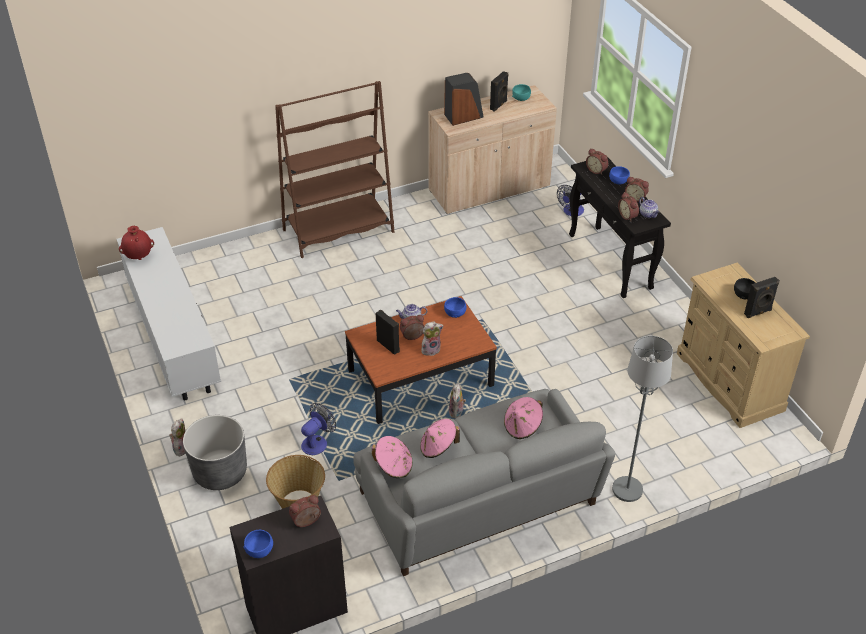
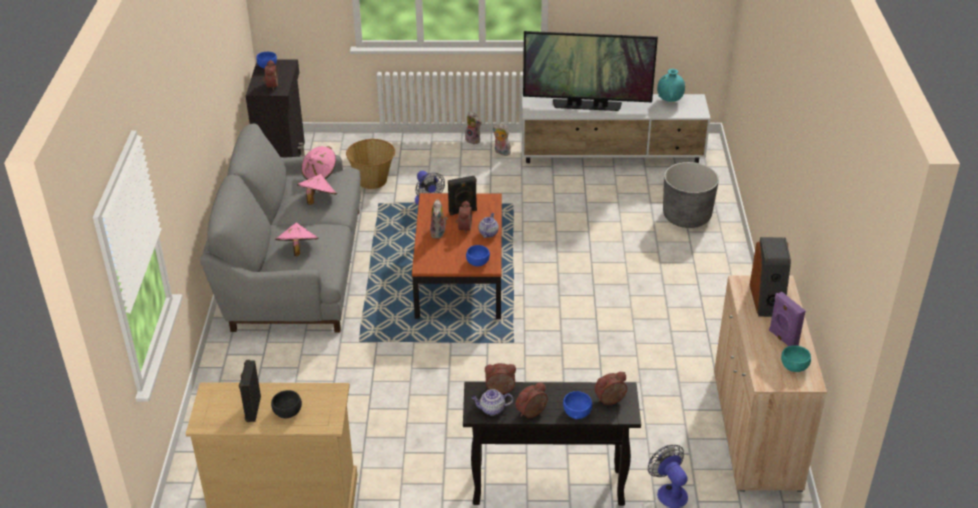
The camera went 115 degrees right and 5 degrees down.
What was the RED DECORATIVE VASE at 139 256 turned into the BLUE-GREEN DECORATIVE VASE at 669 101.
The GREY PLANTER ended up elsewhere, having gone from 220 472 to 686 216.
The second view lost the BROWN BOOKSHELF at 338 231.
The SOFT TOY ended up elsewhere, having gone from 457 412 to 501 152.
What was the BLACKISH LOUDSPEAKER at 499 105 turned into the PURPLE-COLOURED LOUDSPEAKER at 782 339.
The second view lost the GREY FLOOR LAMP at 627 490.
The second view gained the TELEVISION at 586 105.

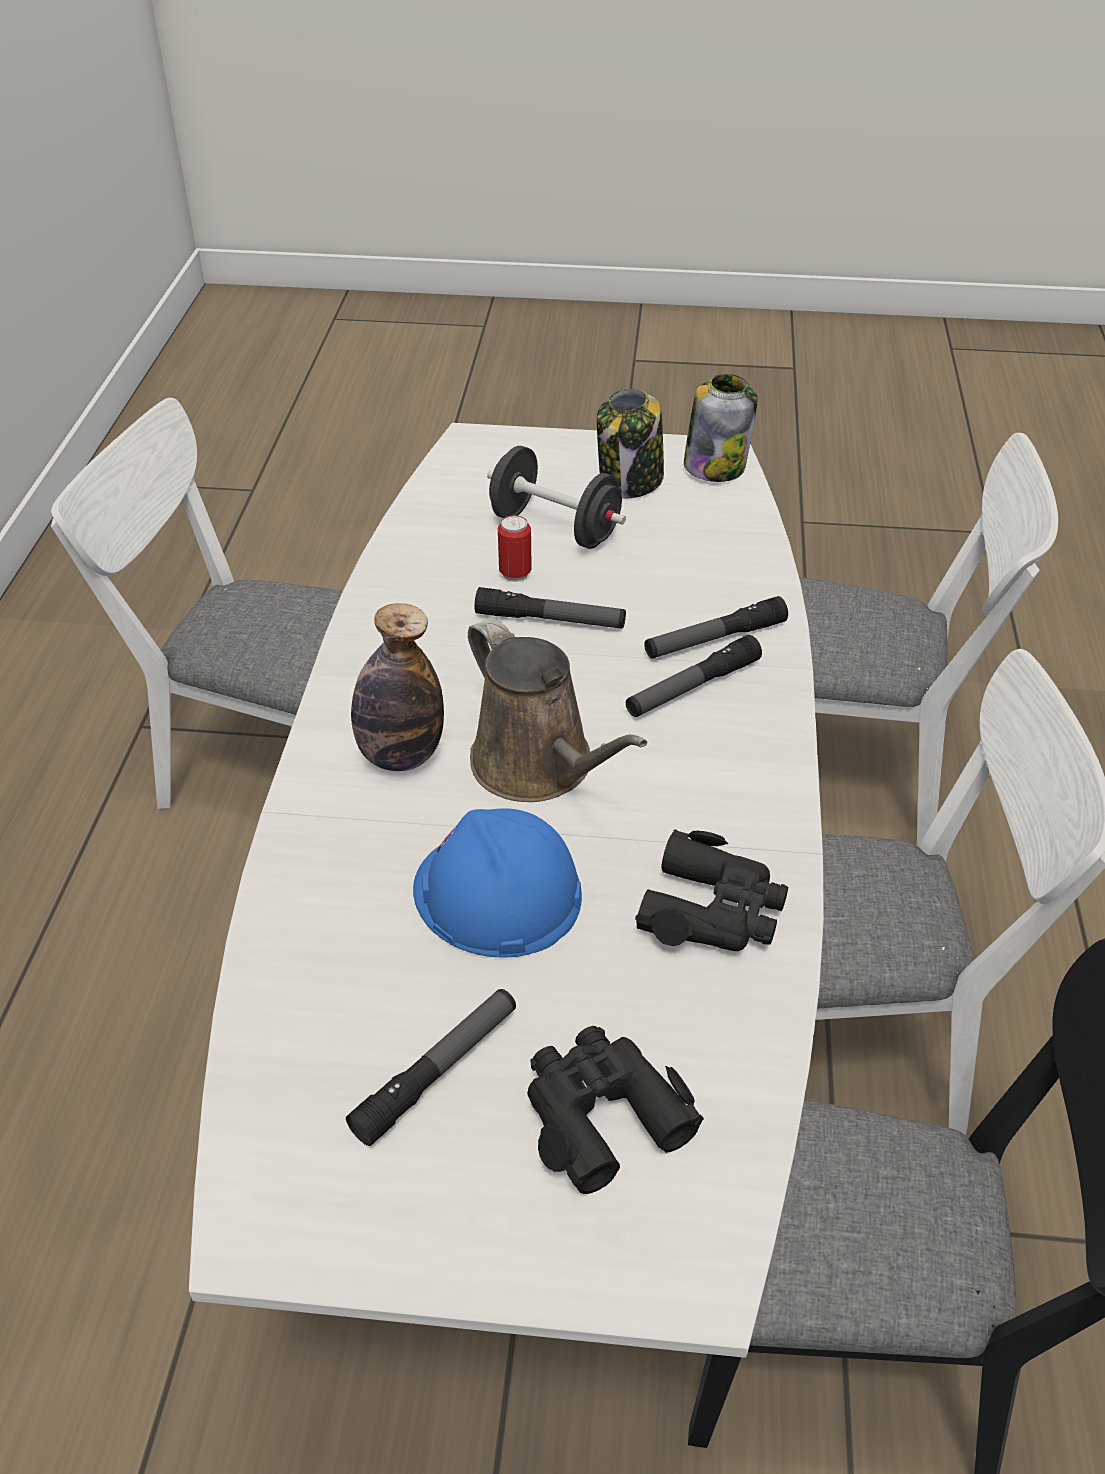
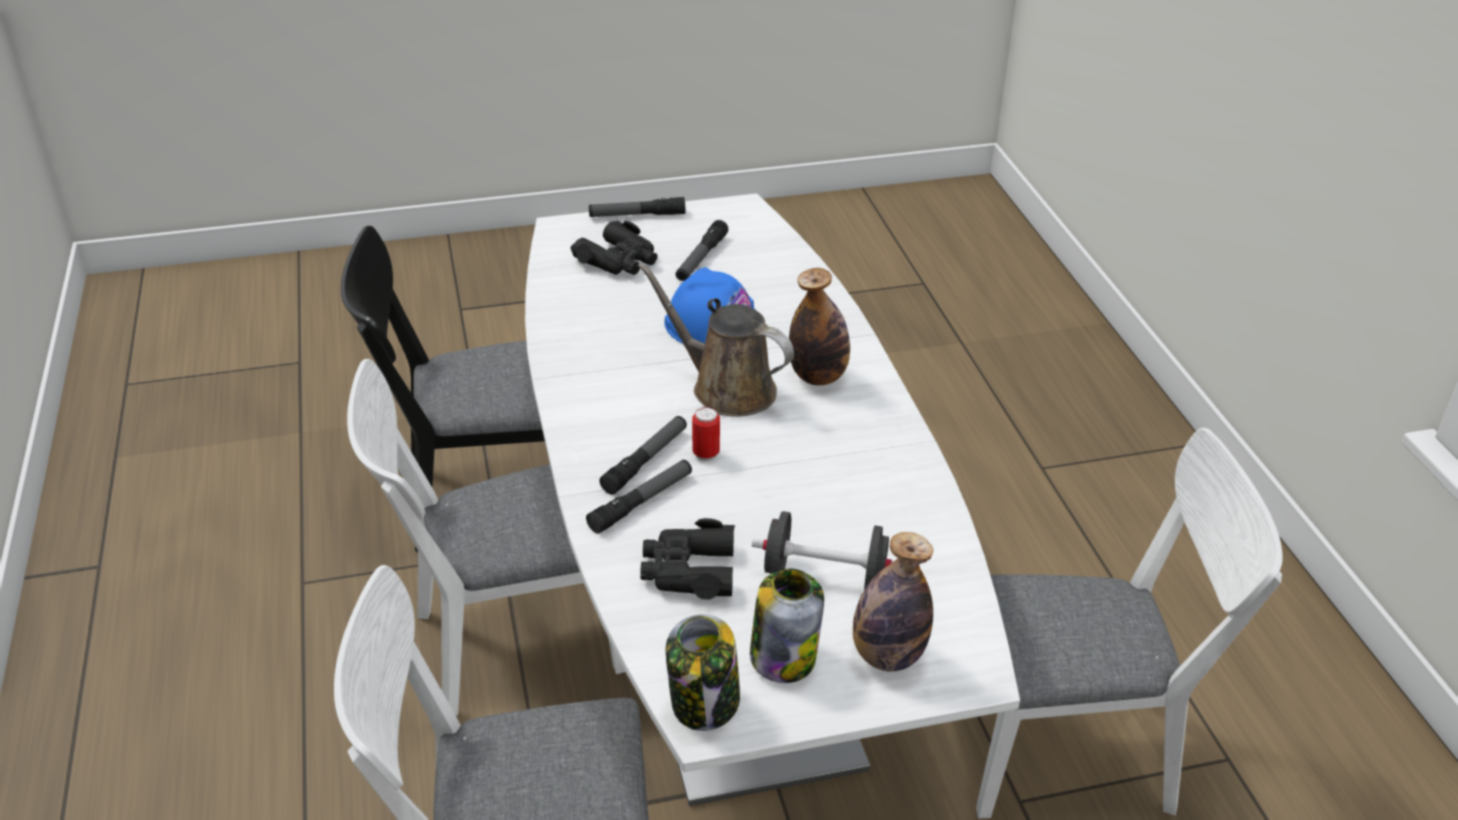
The camera went 160 degrees right and 5 degrees down.
The FLASHLIGHT ended up elsewhere, having gone from 550 620 to 637 215.
The CAN ended up elsewhere, having gone from 515 574 to 706 454.
The BLACKISH BINOCULARS ended up elsewhere, having gone from 713 910 to 689 571.
The second view gained the BOTTLE at 887 656.

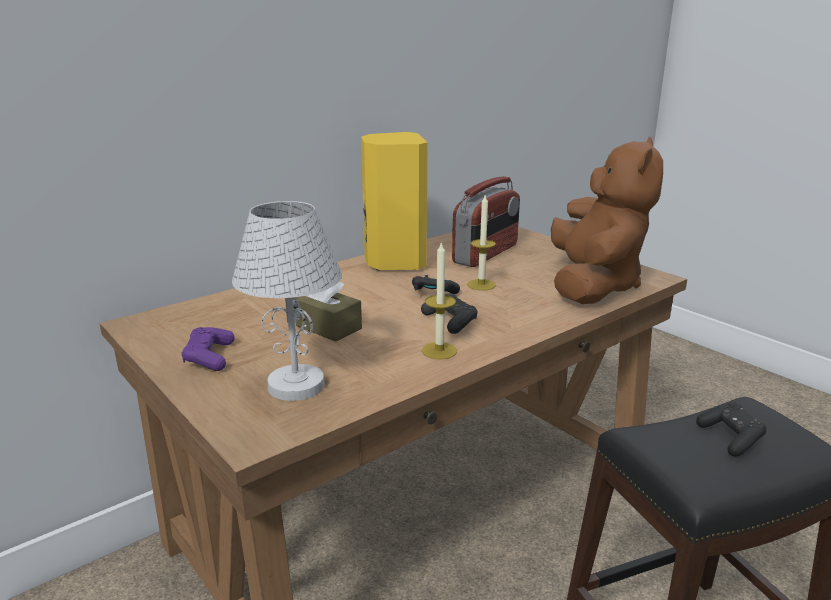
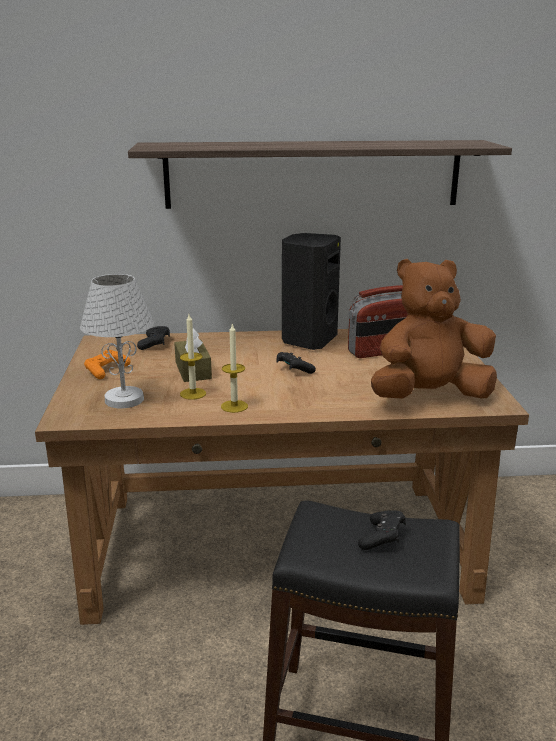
The camera went 35 degrees right and 0 degrees up.
What was the PURPLE-COLOURED GAMEPAD at 209 357 turned into the ORANGEY GAMEPAD at 106 370.
What was the YELLOW LOUDSPEAKER at 394 262 turned into the BLACKISH LOUDSPEAKER at 308 340.
The BLACKISH GAMEPAD ended up elsewhere, having gone from 450 321 to 154 343.
The WAX LIGHT ended up elsewhere, having gone from 481 285 to 193 393.
The BROWN SOFT TOY at 593 285 ended up facing another way, 150 degrees counterclockwise from before.
The second view gained the BRACKET SHELF at 313 174.

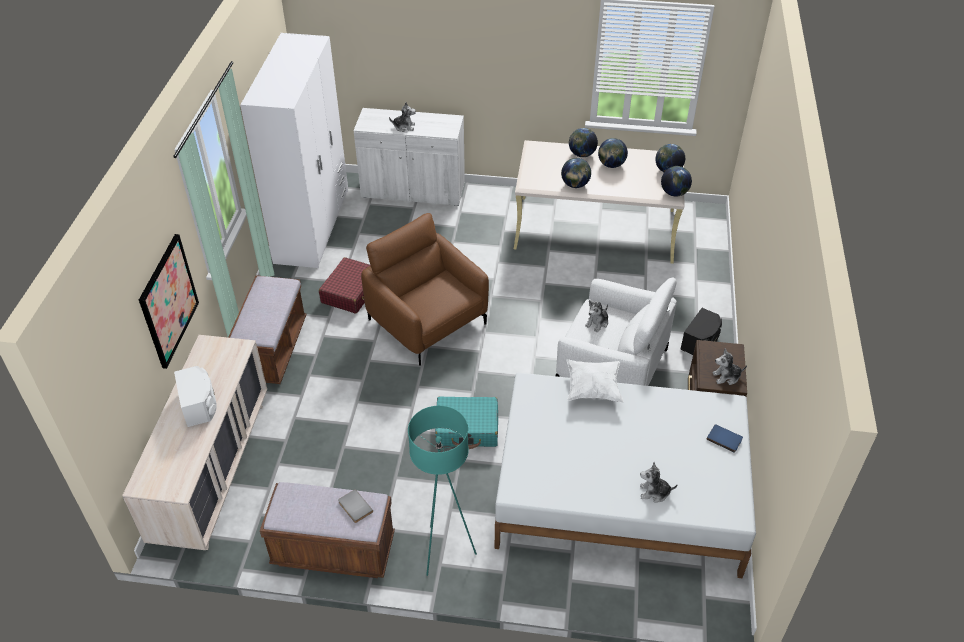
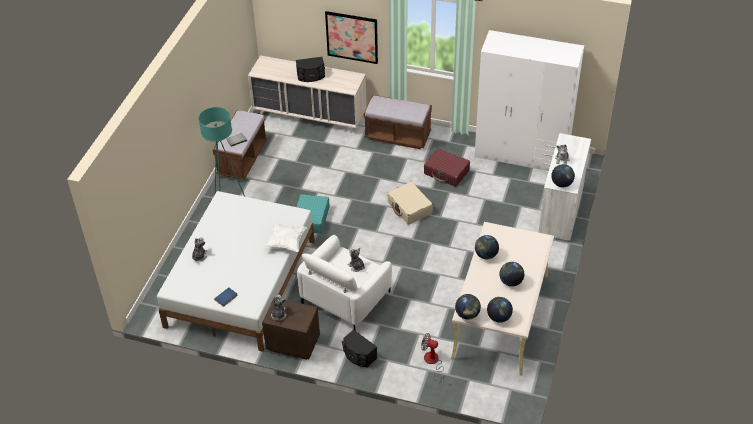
The camera went 100 degrees right and 0 degrees up.
What was the WHITISH LOUDSPEAKER at 199 404 turned into the BLACKISH LOUDSPEAKER at 311 76.
Where the BROWN ARMCHAIR stood at 428 322, the BEIGE TRAVEL CASE came to stand at 409 208.
The WORLD GLOBE ended up elsewhere, having gone from 582 154 to 561 184.
The second view gained the FAN at 433 362.

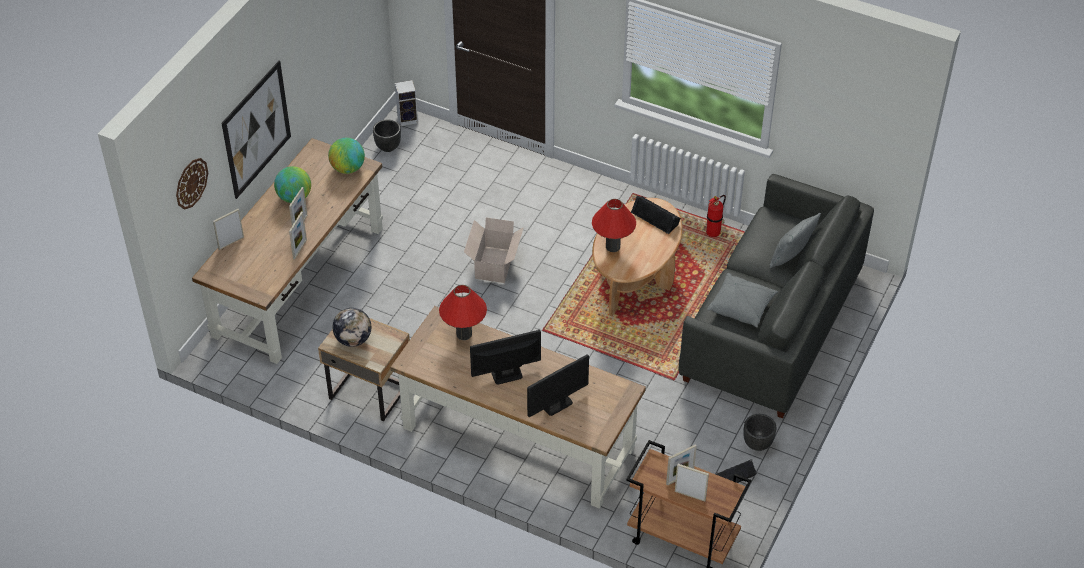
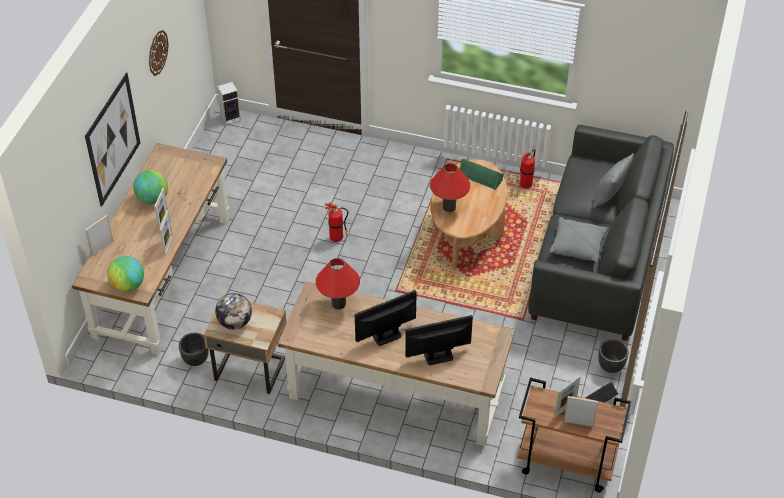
The camera went 10 degrees left and 0 degrees up.
The CLOCK ON THE WALL ended up elsewhere, having gone from 191 183 to 157 52.
The WORLD GLOBE ended up elsewhere, having gone from 348 168 to 128 286.
The BLACKISH PLANTER ended up elsewhere, having gone from 388 147 to 195 360.
Where the CARDBOARD BOX stood at 493 266, the FIRE EXTINGUISHER came to stand at 338 238.
The COMPUTER SCREEN at 556 403 ended up facing another way, 150 degrees counterclockwise from before.
What was the BLACKISH LOUDSPEAKER at 656 217 turned into the GREEN-COLOURED LOUDSPEAKER at 480 176.

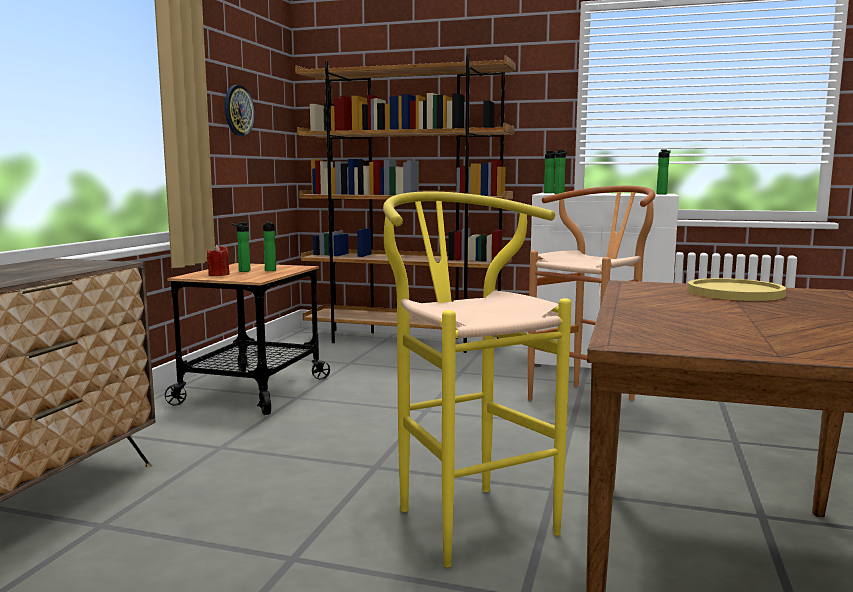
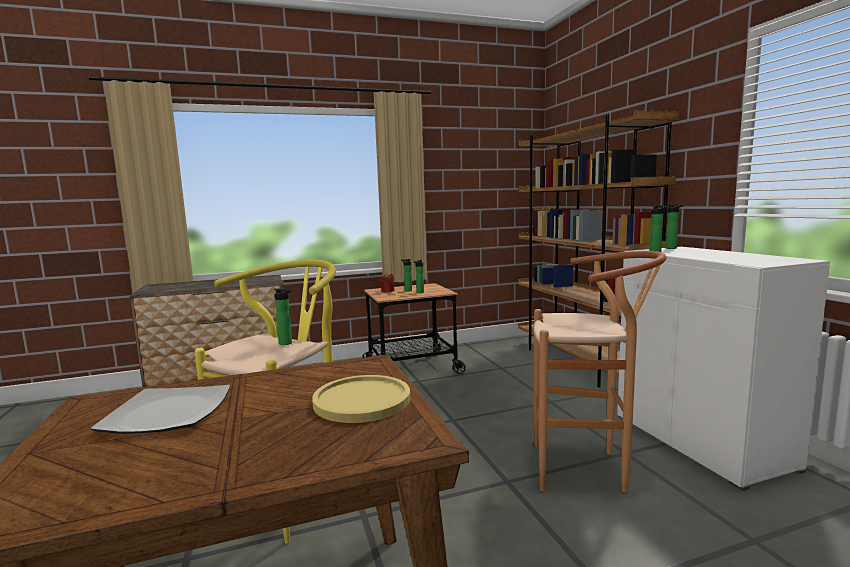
The camera went 55 degrees right and 0 degrees up.
The second view lost the CLOCK ON THE WALL at 238 110.
The BOTTLE ended up elsewhere, having gone from 662 194 to 287 343.
The second view gained the FLAT DISH at 166 413.

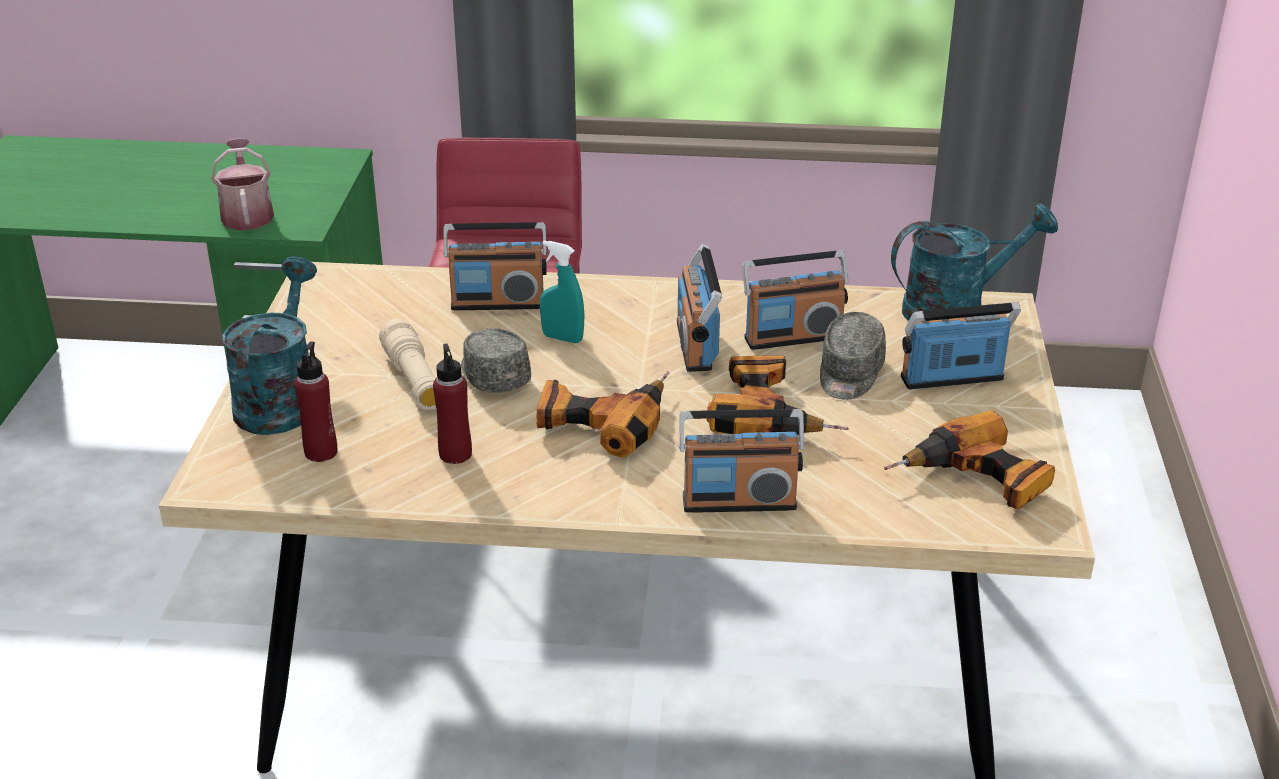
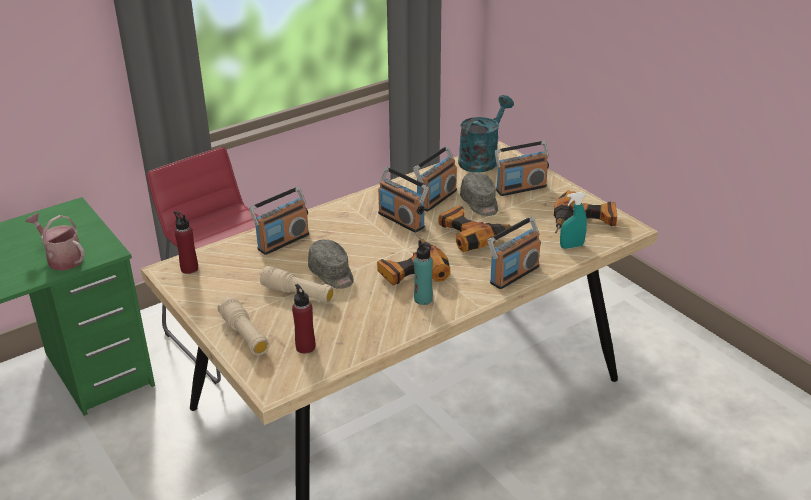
The camera went 40 degrees left and 0 degrees up.
Where the BLUE-GREEN WATERING POT stood at 280 399, the BEIGE FLASHLIGHT came to stand at 244 335.
The RED BOTTLE ended up elsewhere, having gone from 455 454 to 189 268.
The GREY BASEBALL CAP at 493 374 ended up facing another way, 150 degrees counterclockwise from before.
The BLUE-GREEN HAND SPRAYER ended up elsewhere, having gone from 562 338 to 571 246.
The RADIO at 952 379 ended up facing another way, 150 degrees counterclockwise from before.
The second view gained the BLUE-GREEN BOTTLE at 423 299.

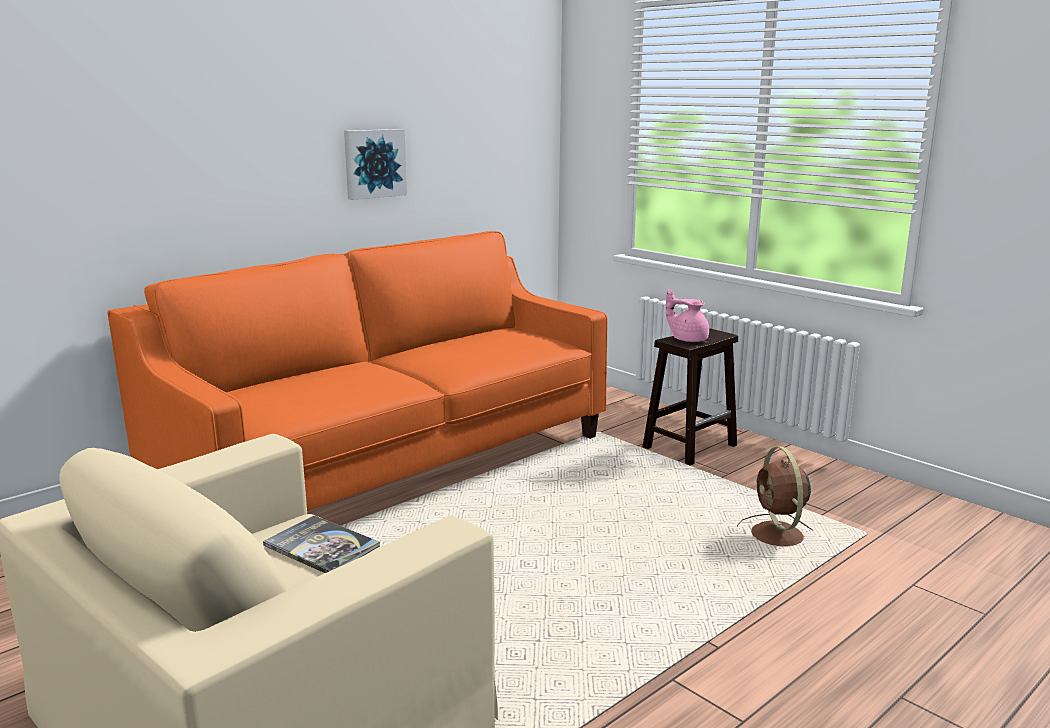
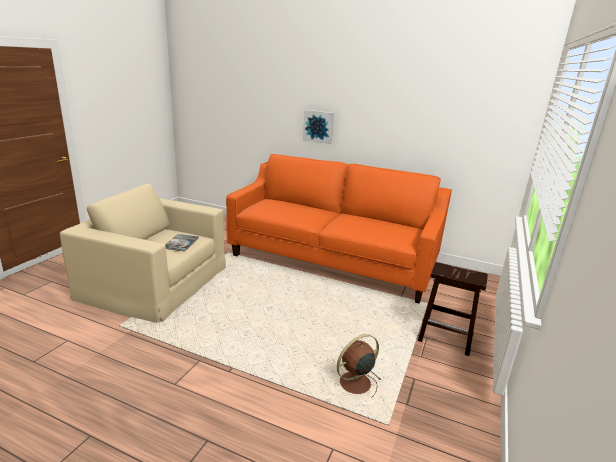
The camera went 65 degrees right and 5 degrees up.
The WALL ART ended up elsewhere, having gone from 374 163 to 318 126.
The second view lost the PINK TEA POT at 688 339.

